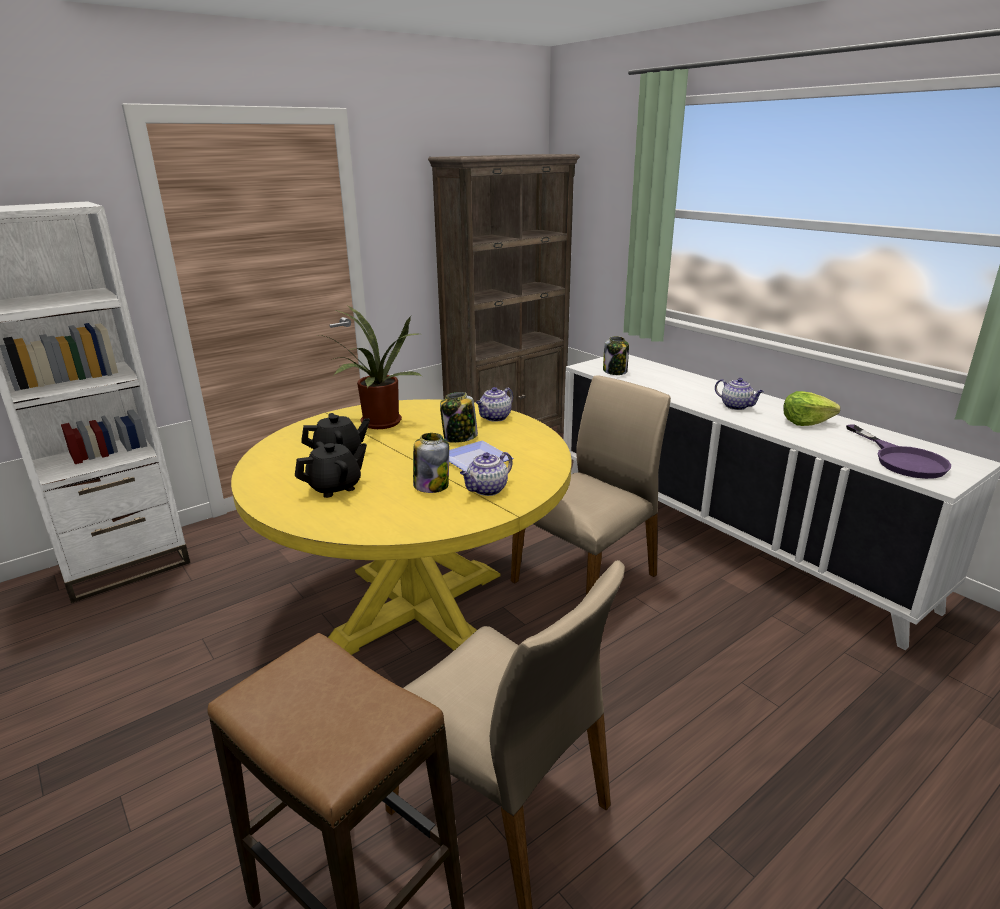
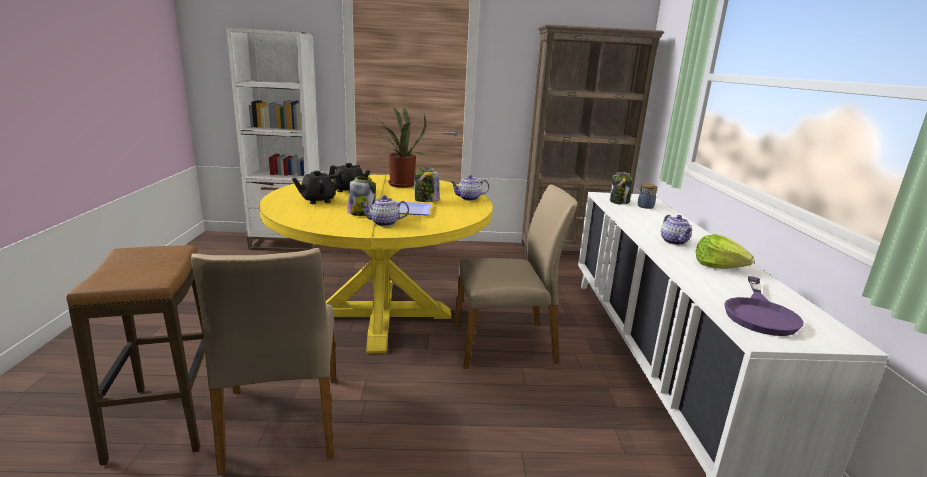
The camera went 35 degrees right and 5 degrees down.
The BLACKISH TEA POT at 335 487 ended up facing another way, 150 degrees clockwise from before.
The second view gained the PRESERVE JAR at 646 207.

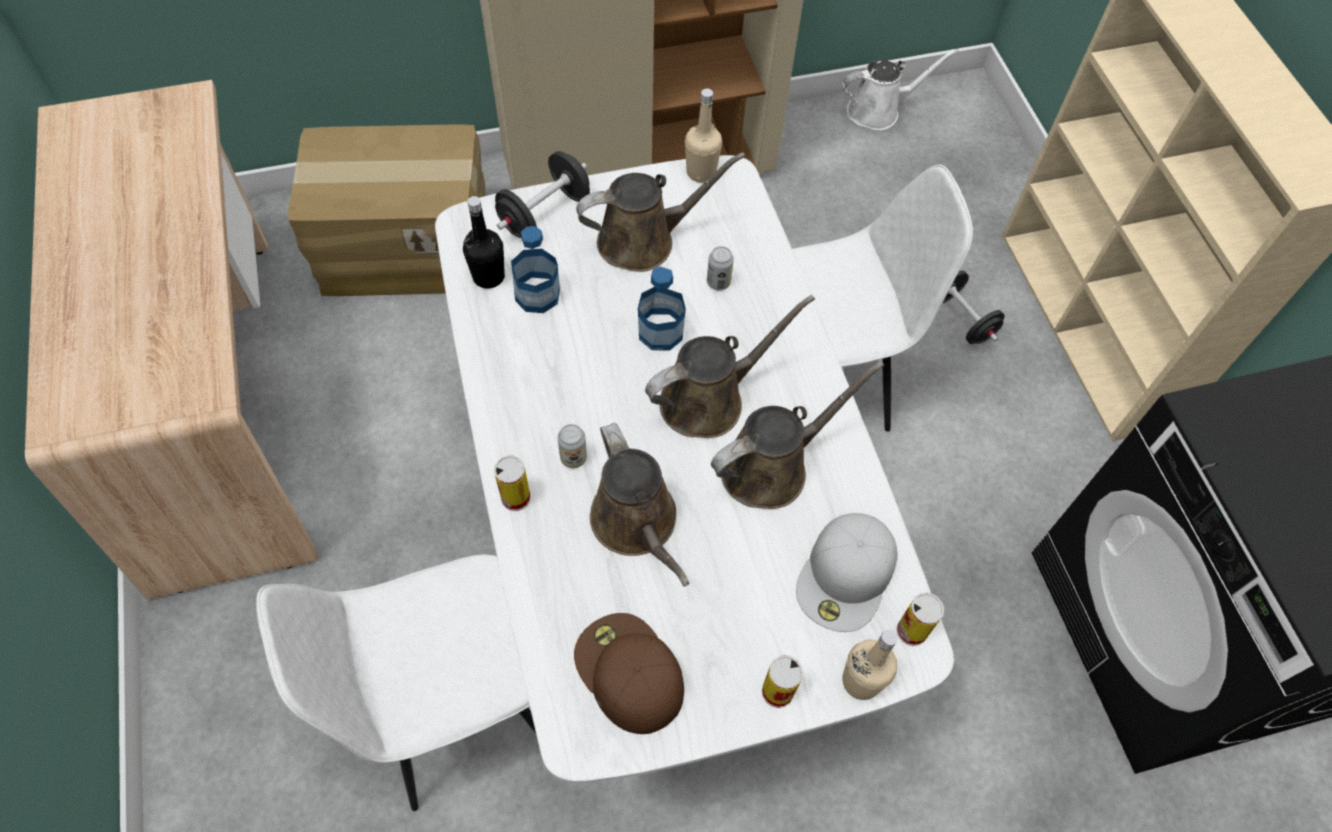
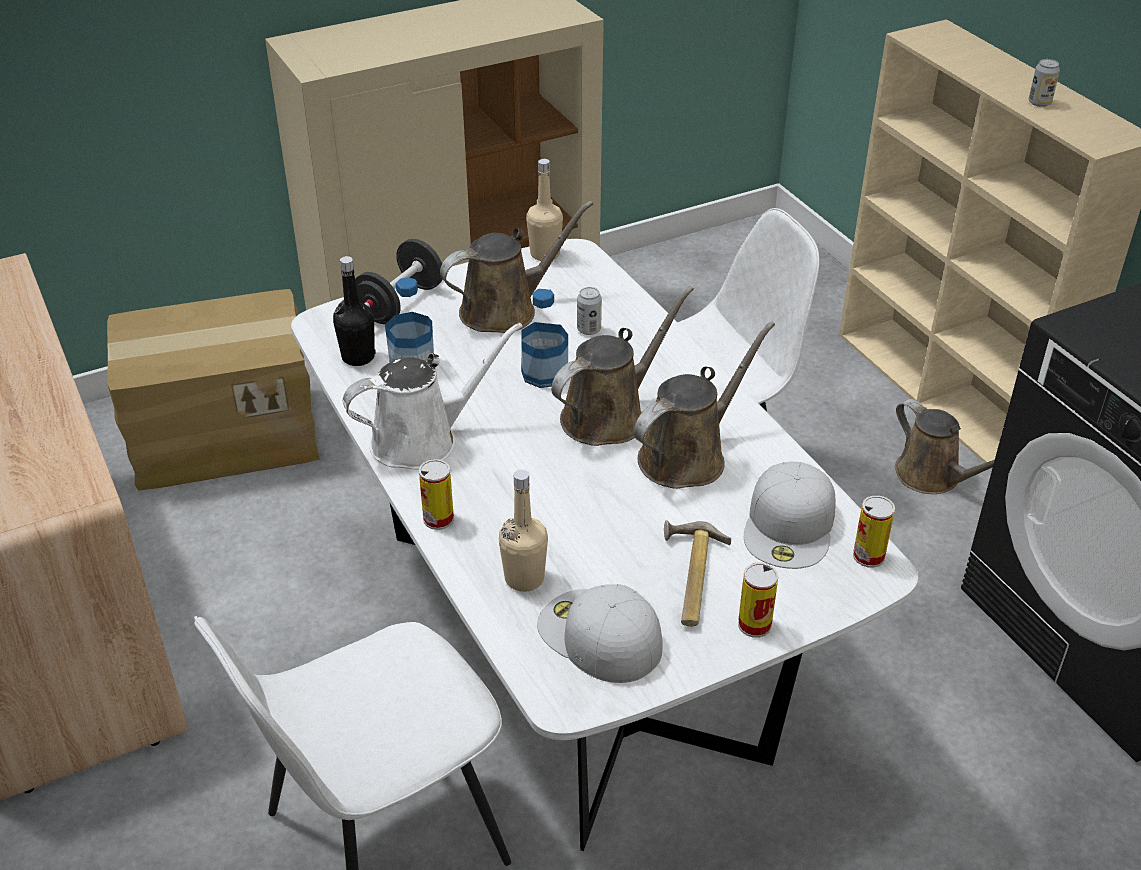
The camera went 10 degrees left and 20 degrees down.
The CAN ended up elsewhere, having gone from 573 458 to 1039 103.
What was the BROWN BASEBALL CAP at 627 672 turned into the WHITISH BASEBALL CAP at 598 636.
The BROWN WATERING POT ended up elsewhere, having gone from 637 524 to 932 477.
The WHITISH WATERING POT ended up elsewhere, having gone from 878 111 to 422 440.
The BEIGE BOTTLE ended up elsewhere, having gone from 861 681 to 524 578.
The second view lost the BLACKISH HAND WEIGHT at 961 319.
The second view gained the HAMMER at 689 577.

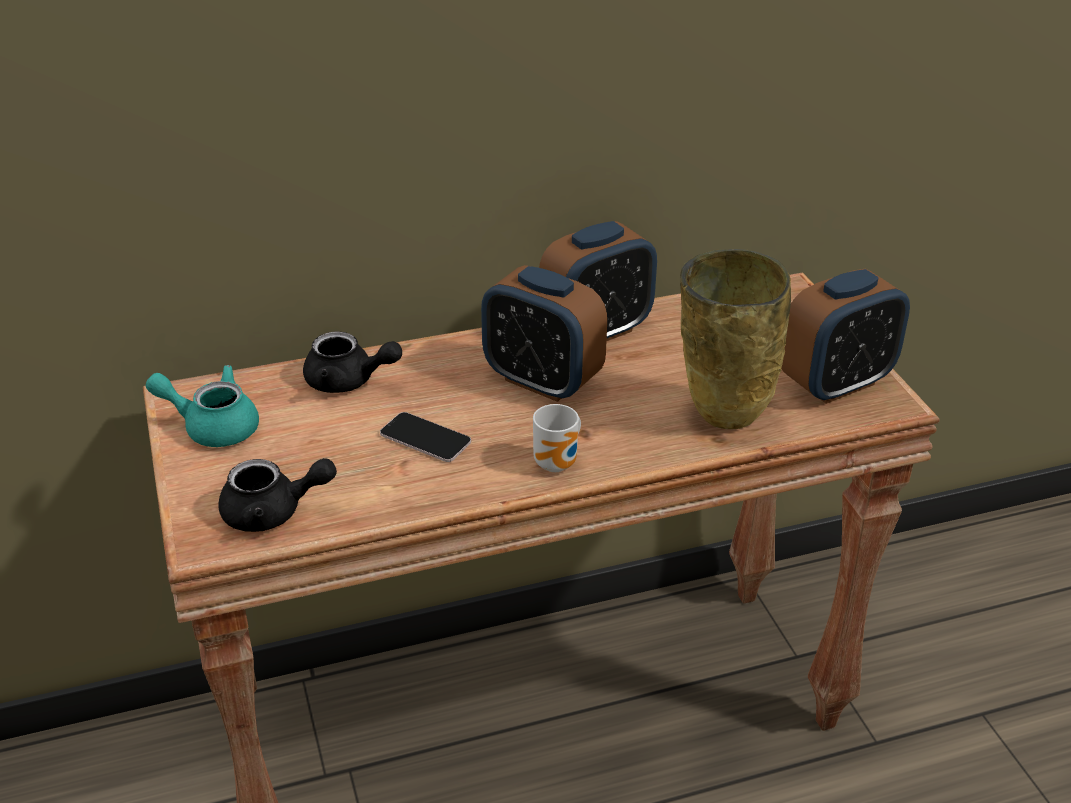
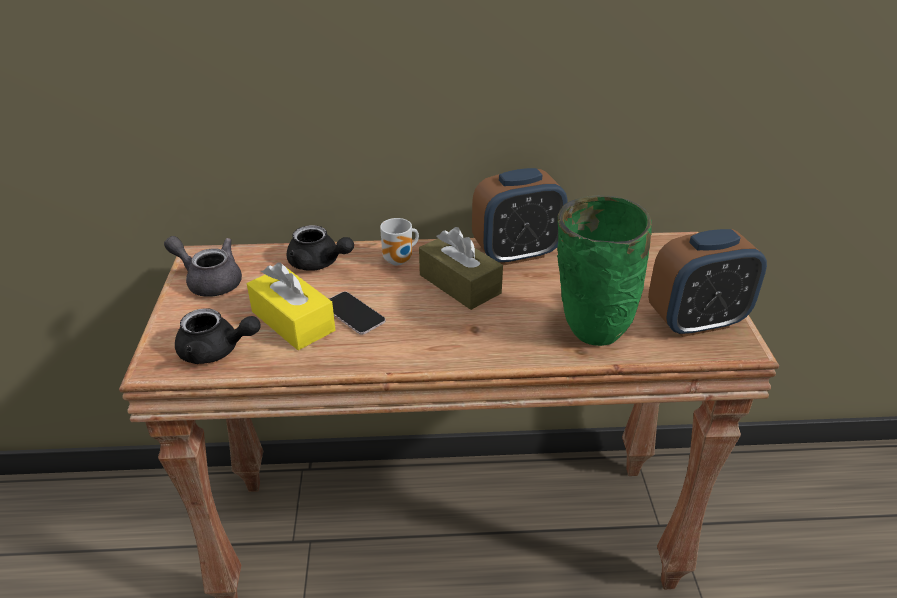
The camera went 15 degrees right and 0 degrees up.
What was the BLUE-GREEN TEA POT at 213 426 turned into the GREY TEA POT at 209 281.
Where the BEDSIDE CLOCK stood at 542 381, the BROWN TISSUE HOLDER came to stand at 460 284.
The MUG ended up elsewhere, having gone from 559 464 to 400 261.
What was the BEIGE DECORATIVE VASE at 720 418 turned into the GREEN-COLOURED DECORATIVE VASE at 588 334.
The second view gained the YELLOW TISSUE HOLDER at 293 321.

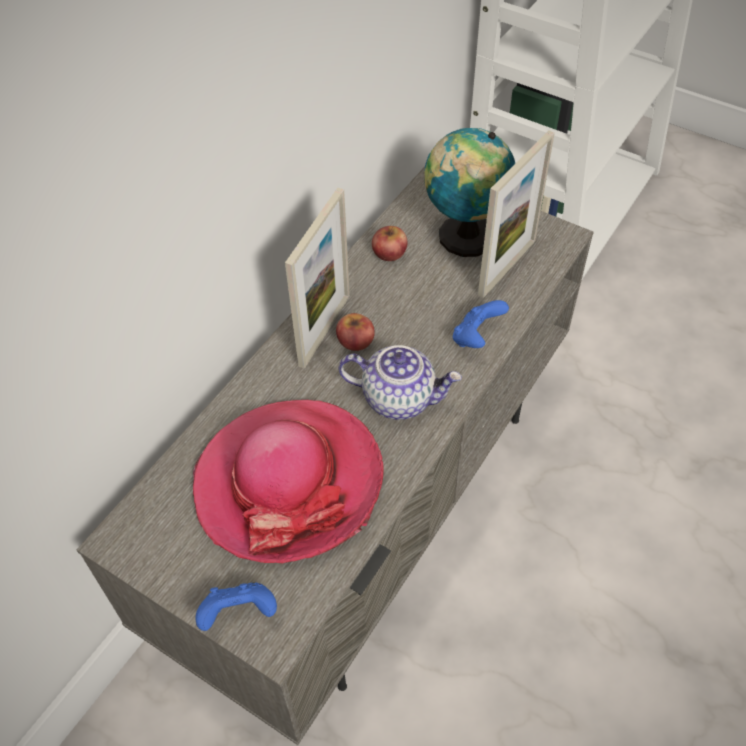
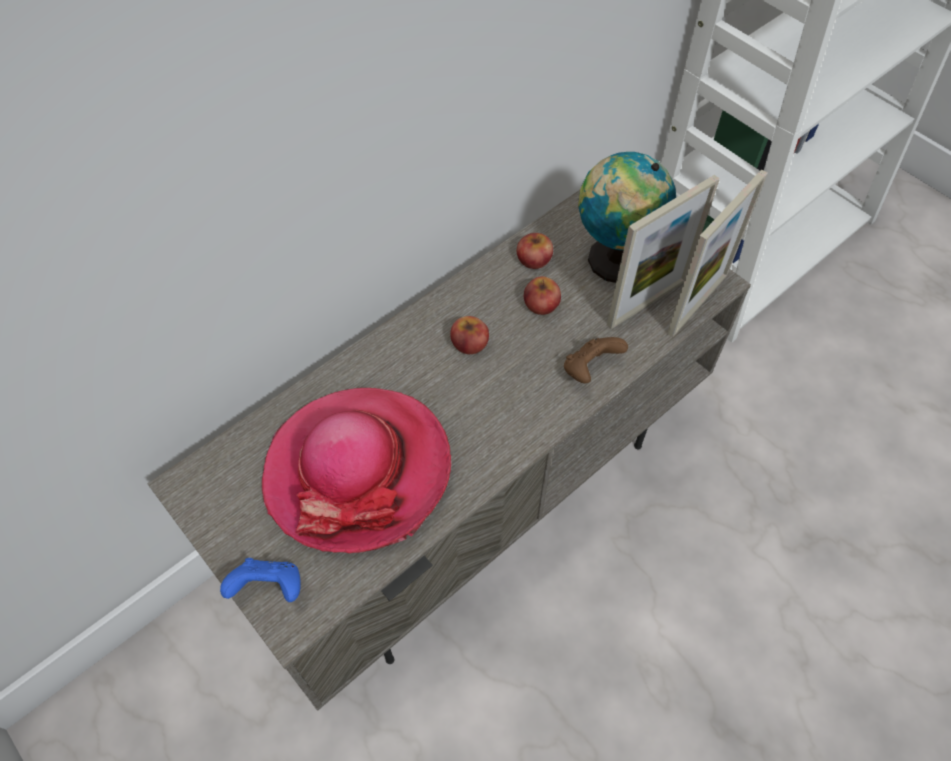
The camera went 15 degrees right and 5 degrees up.
The PHOTO FRAME ended up elsewhere, having gone from 324 330 to 697 303.
The second view lost the TEA POT at 399 398.
What was the BLUE-COLOURED GAMEPAD at 476 337 turned into the BROWN GAMEPAD at 589 369.
The second view gained the APPLE FRUIT at 541 304.

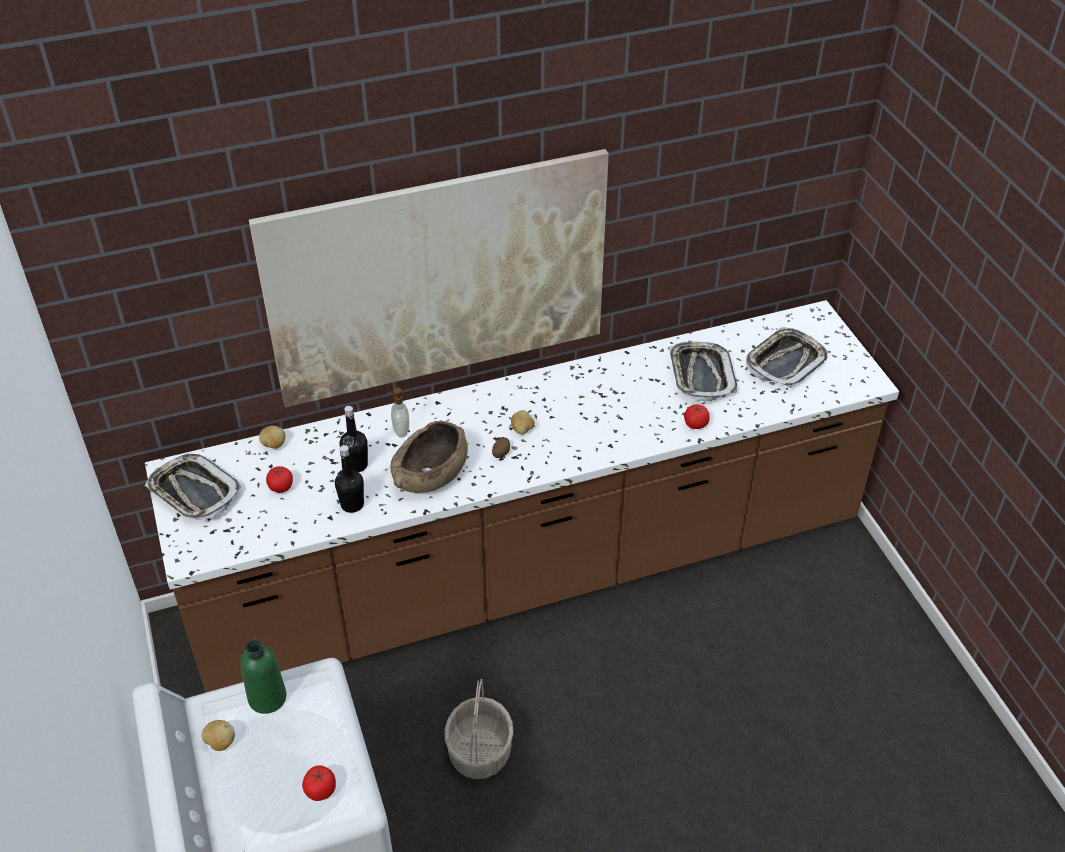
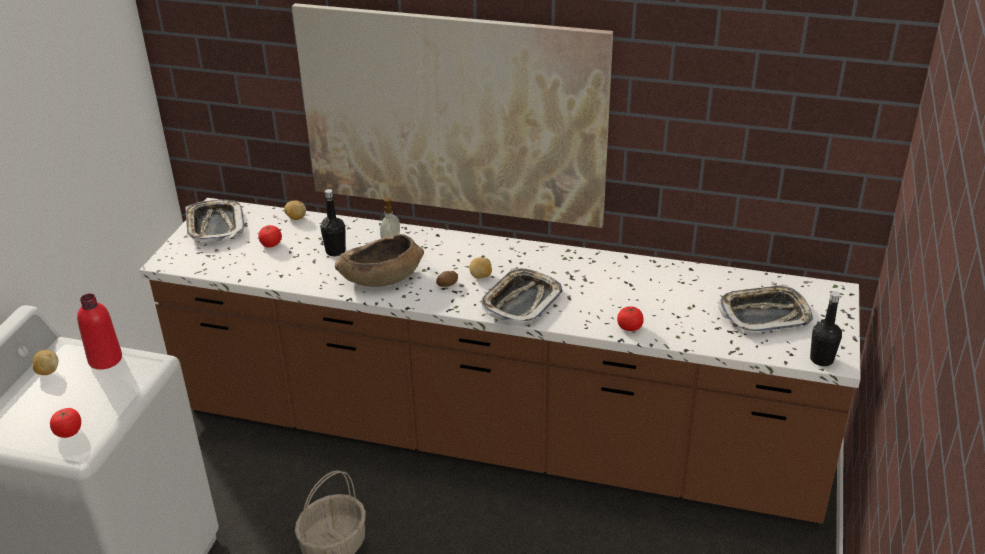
The camera went 35 degrees right and 10 degrees down.
What was the GREEN-COLOURED BOTTLE at 267 698 turned into the RED BOTTLE at 105 359.
The BLACKISH BOTTLE ended up elsewhere, having gone from 352 504 to 821 359.
The TRAY ended up elsewhere, having gone from 701 375 to 521 301.

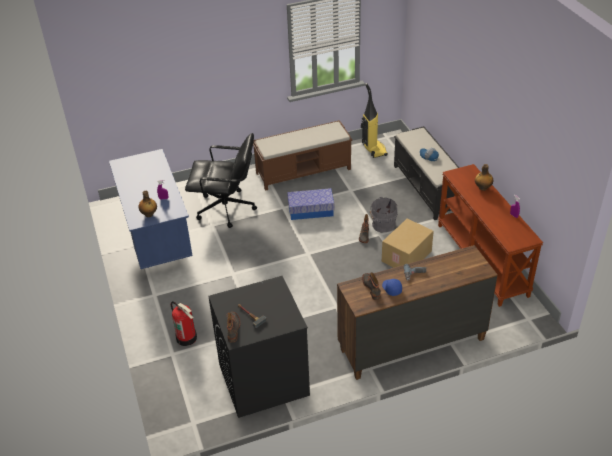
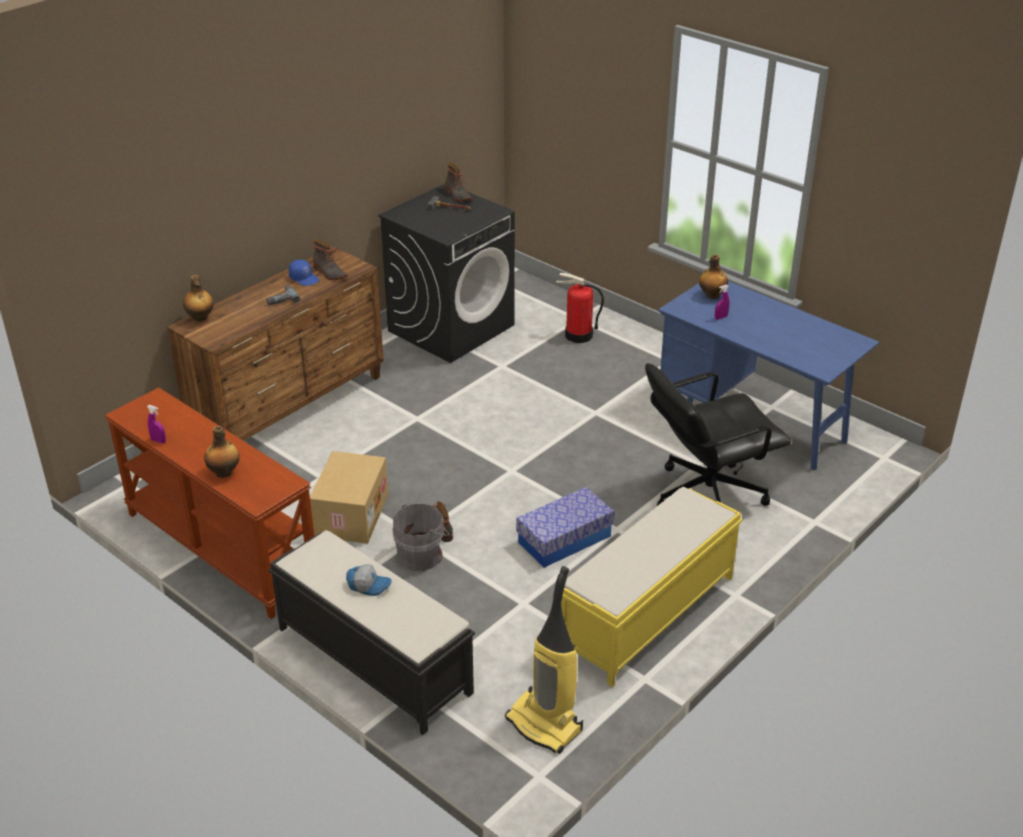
The camera went 150 degrees right and 5 degrees down.
What was the BROWN BENCH at 304 171 turned into the YELLOW BENCH at 646 615.
The second view gained the BOTTLE at 200 318.

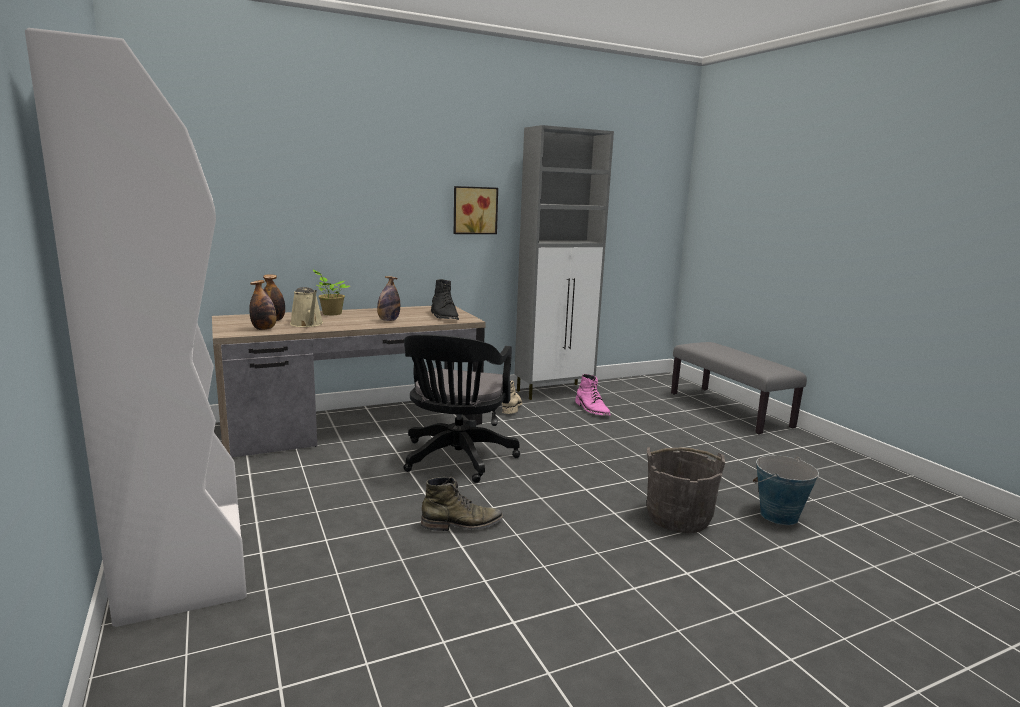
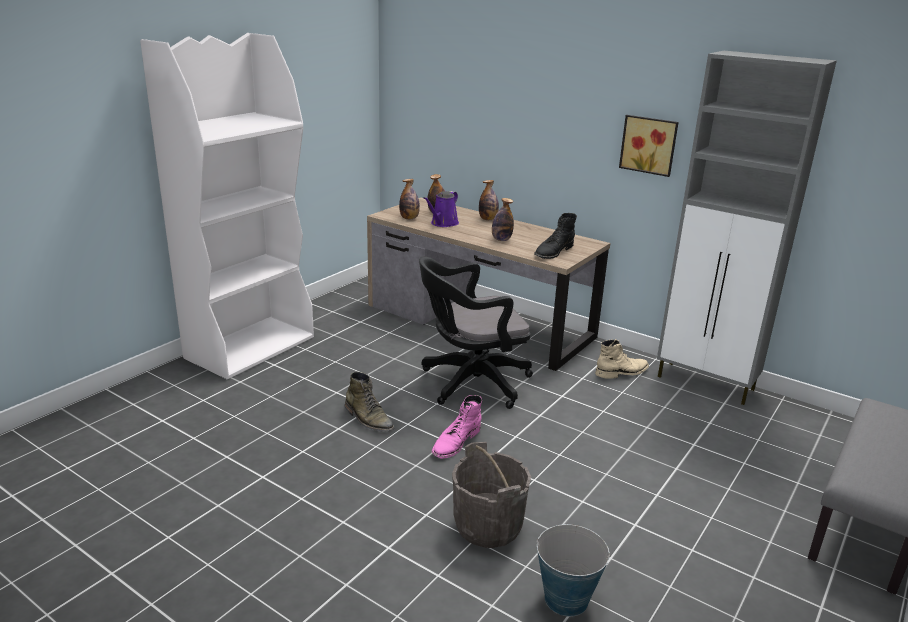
The camera went 60 degrees right and 10 degrees up.
What was the BEIGE WATERING POT at 307 324 turned into the PURPLE-COLOURED WATERING POT at 443 223.
Where the HOUSEPLANT stood at 330 313, the BOTTLE came to stand at 488 219.
The PINK TALL BOOT ended up elsewhere, having gone from 592 409 to 456 442.

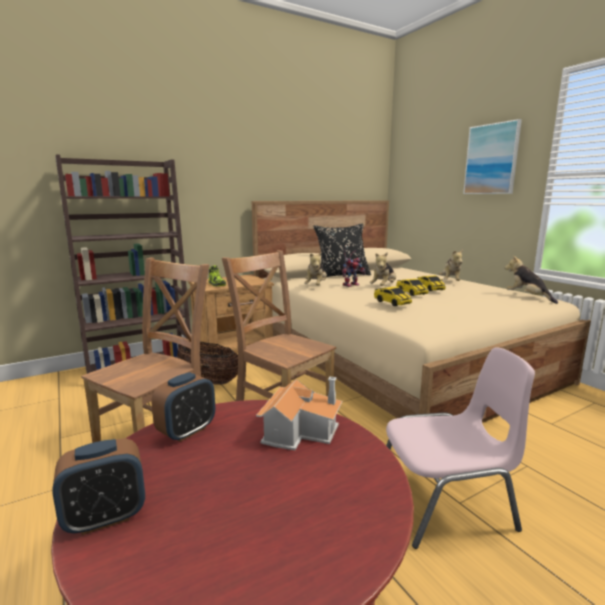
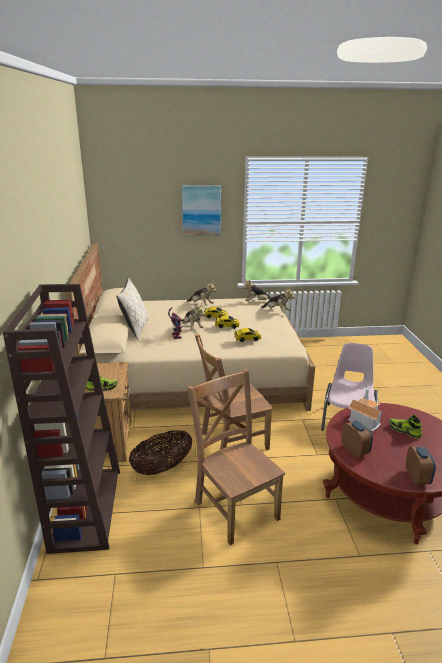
The camera went 65 degrees left and 10 degrees up.
The SOFT TOY ended up elsewhere, having gone from 316 286 to 277 311.
What was the BLACKISH PILLOW at 342 275 turned into the BEIGE PILLOW at 134 329.
The second view gained the LOW SHOE at 404 431.

